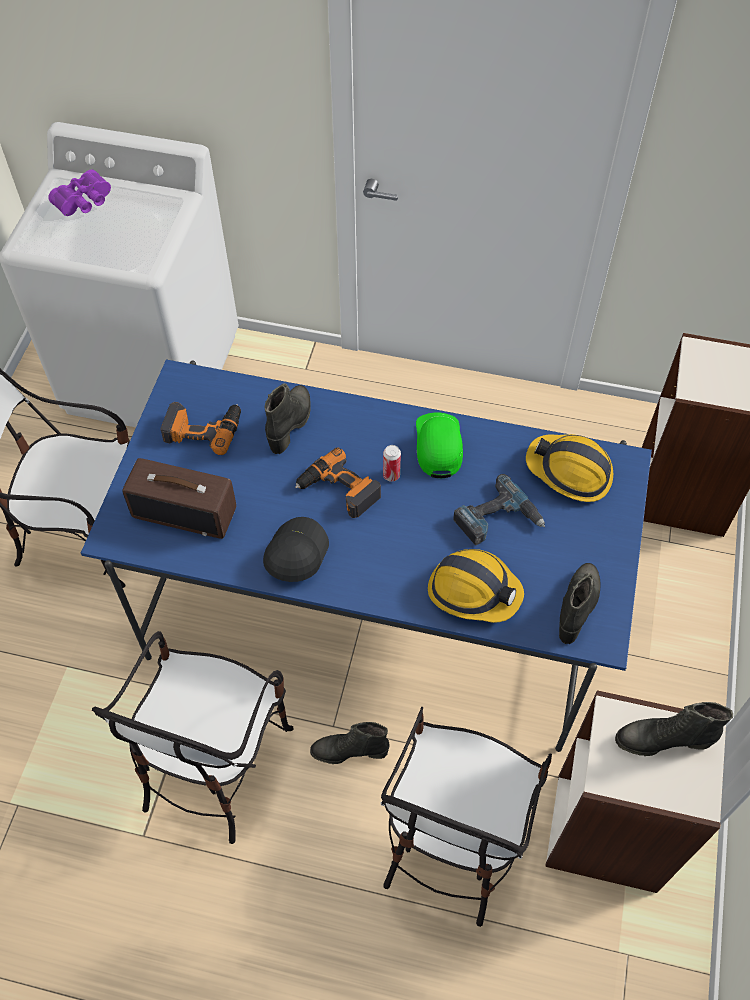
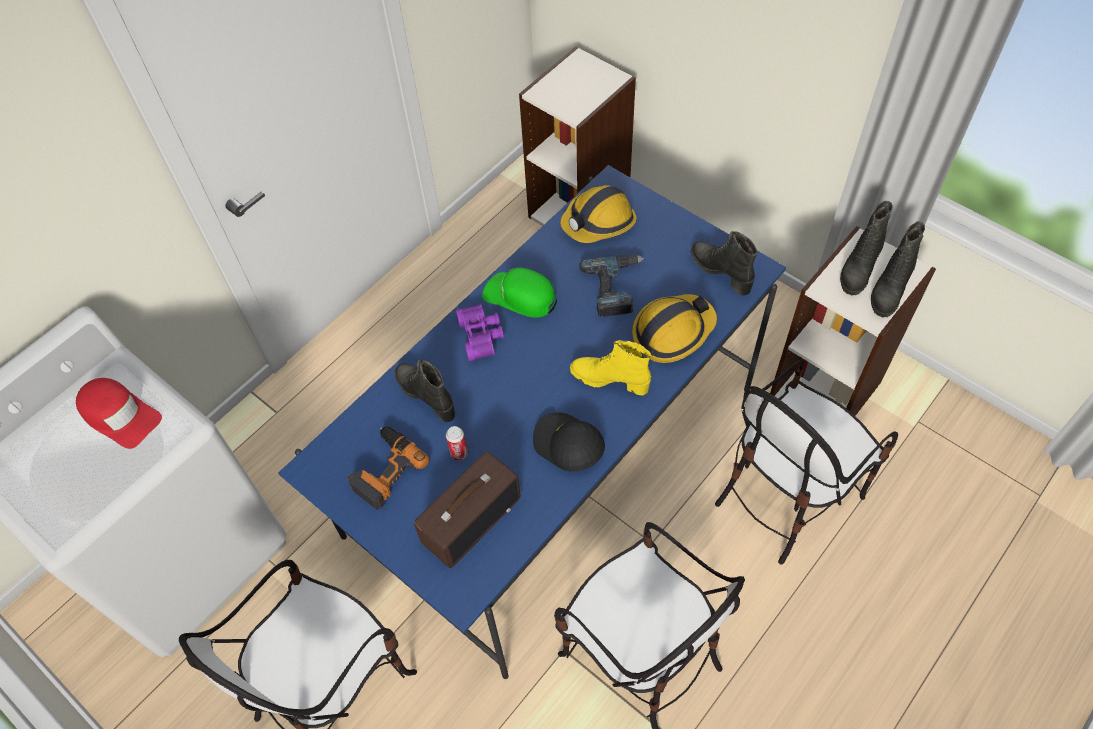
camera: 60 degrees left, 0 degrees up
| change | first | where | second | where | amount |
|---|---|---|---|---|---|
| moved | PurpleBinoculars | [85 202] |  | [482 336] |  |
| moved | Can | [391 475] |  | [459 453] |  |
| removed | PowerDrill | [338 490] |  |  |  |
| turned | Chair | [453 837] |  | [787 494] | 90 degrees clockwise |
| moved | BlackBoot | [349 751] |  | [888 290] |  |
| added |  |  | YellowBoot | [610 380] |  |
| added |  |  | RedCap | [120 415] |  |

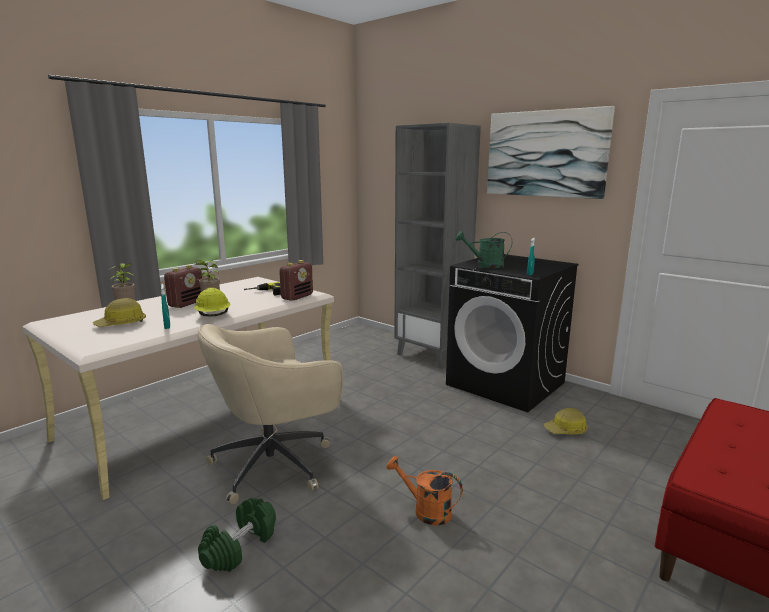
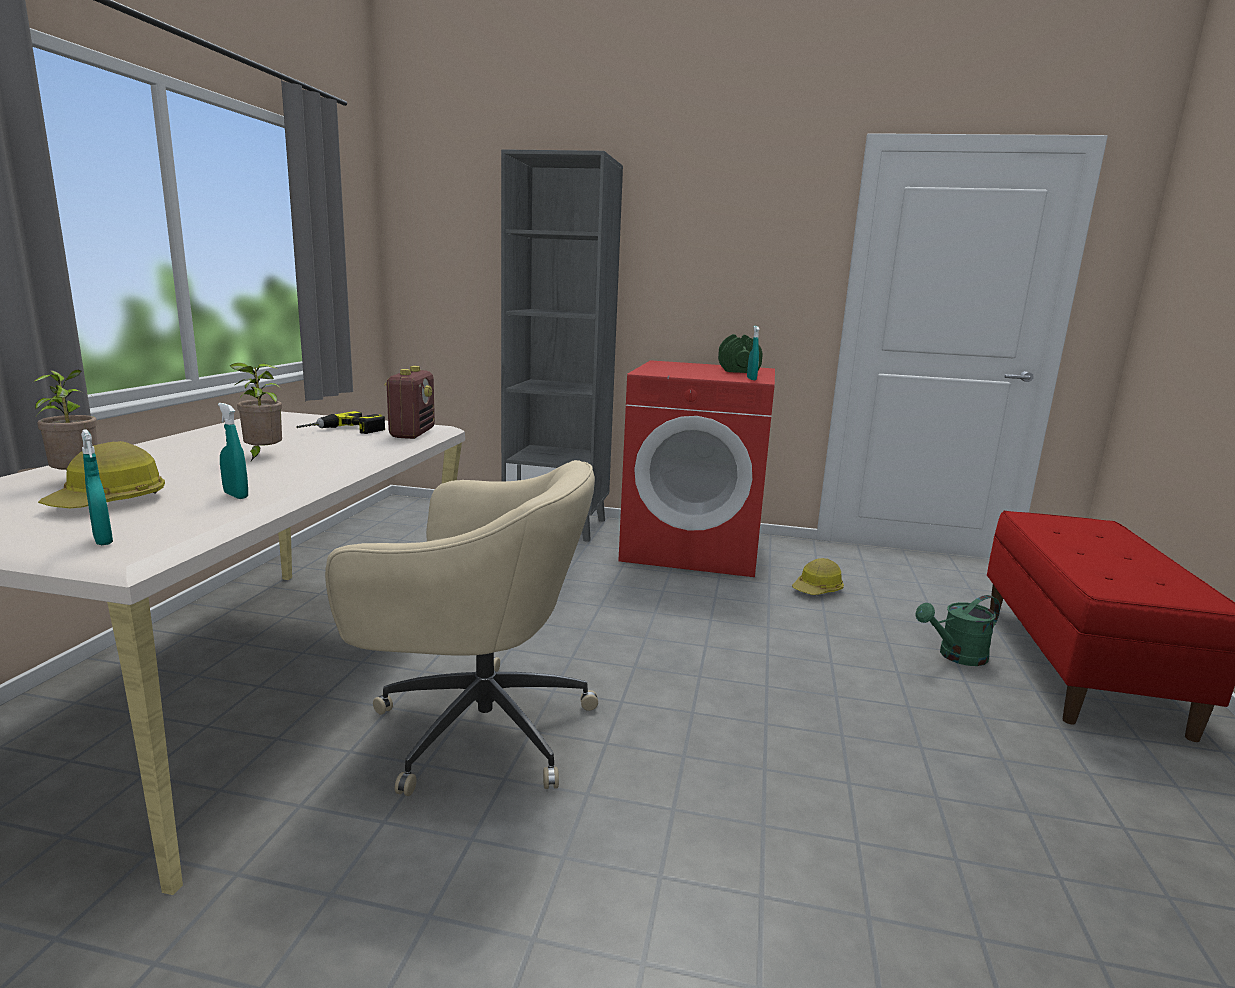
camera: 30 degrees left, 0 degrees up
| change | first | where | second | where | amount |
|---|---|---|---|---|---|
| removed | Picture | [545 154] |  |  |  |
| moved | GreenWateringCan | [485 265] |  | [956 656] |  |
| recoloured | BlackWashingMachine | [506 384] | RedWashingMachine | [693 548] |  |
| removed | Radio | [186 304] |  |  |  |
| removed | YellowHardHat | [213 316] |  |  |  |
| turned | BeigeOfficeChair | [275 463] |  | [477 727] | 105 degrees counterclockwise |
| removed | OrangeWateringCan | [426 510] |  |  |  |
| moved | GreenDumbbell | [240 546] |  | [738 369] |  |
| added |  |  | TurquoiseSprayBottle | [103 540] |  |

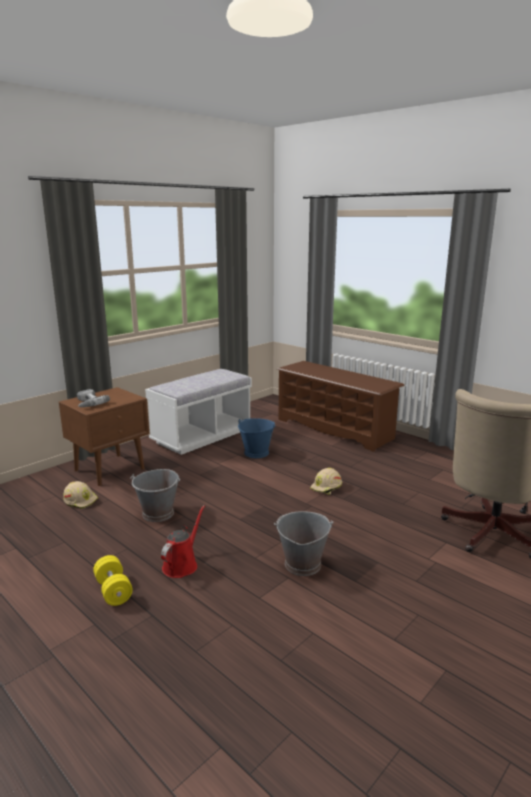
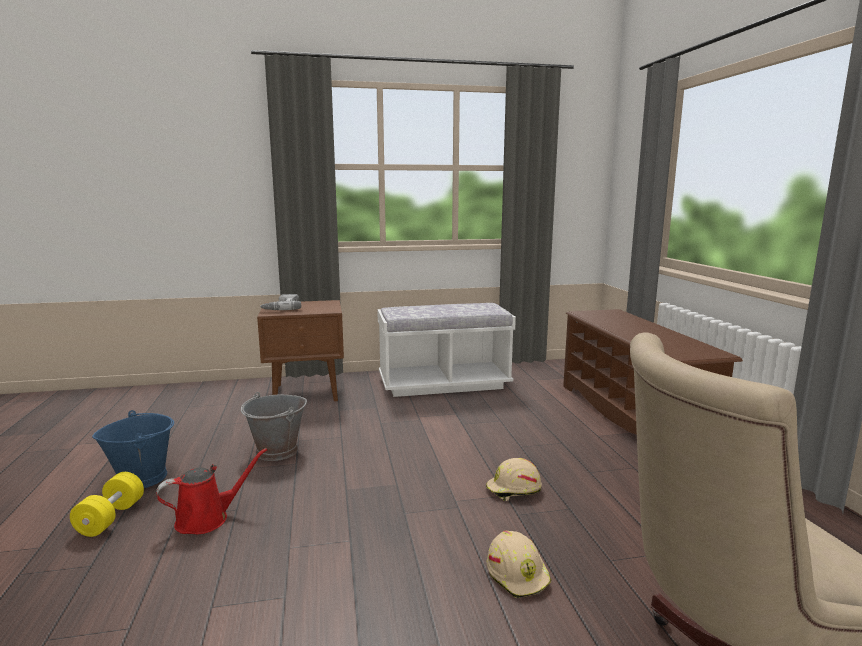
camera: 35 degrees right, 5 degrees down
| change | first | where | second | where | amount |
|---|---|---|---|---|---|
| moved | BlueBucket | [256 453] |  | [143 477] |  |
| moved | BeigeHardHat | [81 500] |  | [518 573] |  |
| removed | GreyBucket | [302 564] |  |  |  |

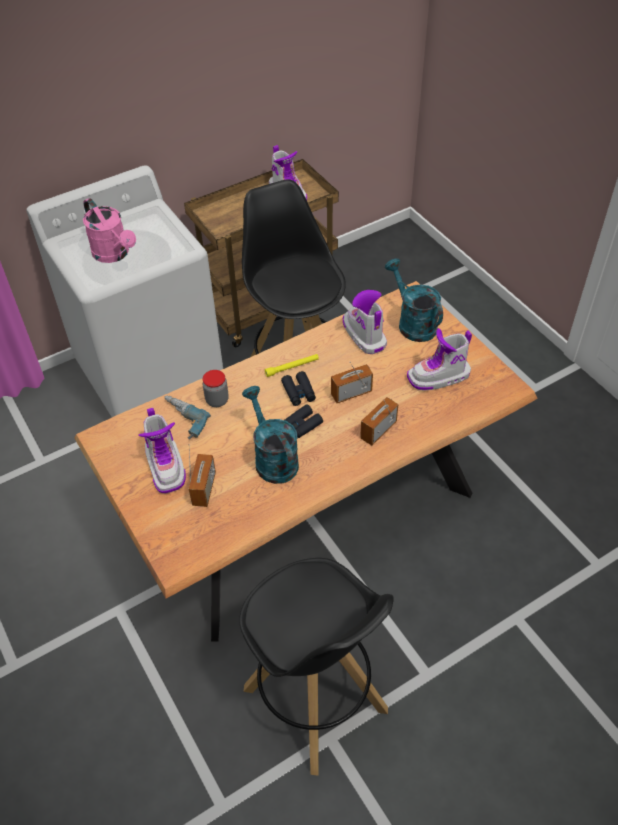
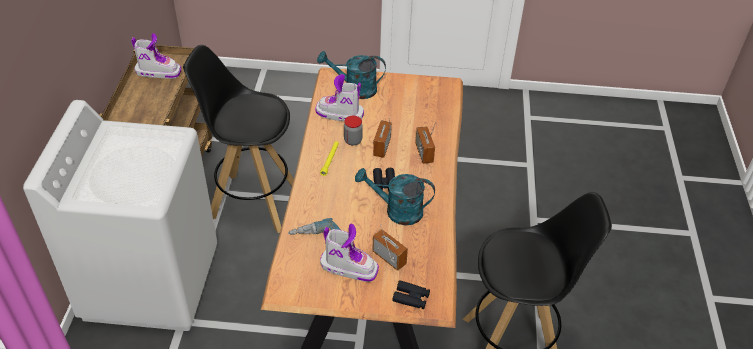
camera: 55 degrees left, 5 degrees down
| change | first | where | second | where | amount |
|---|---|---|---|---|---|
| removed | PinkWateringCan | [114 254] |  |  |  |
| removed | Boot | [439 377] |  |  |  |
| moved | Jar | [217 400] |  | [353 140] |  |
| moved | BlackBinoculars | [299 392] |  | [411 298] |  |

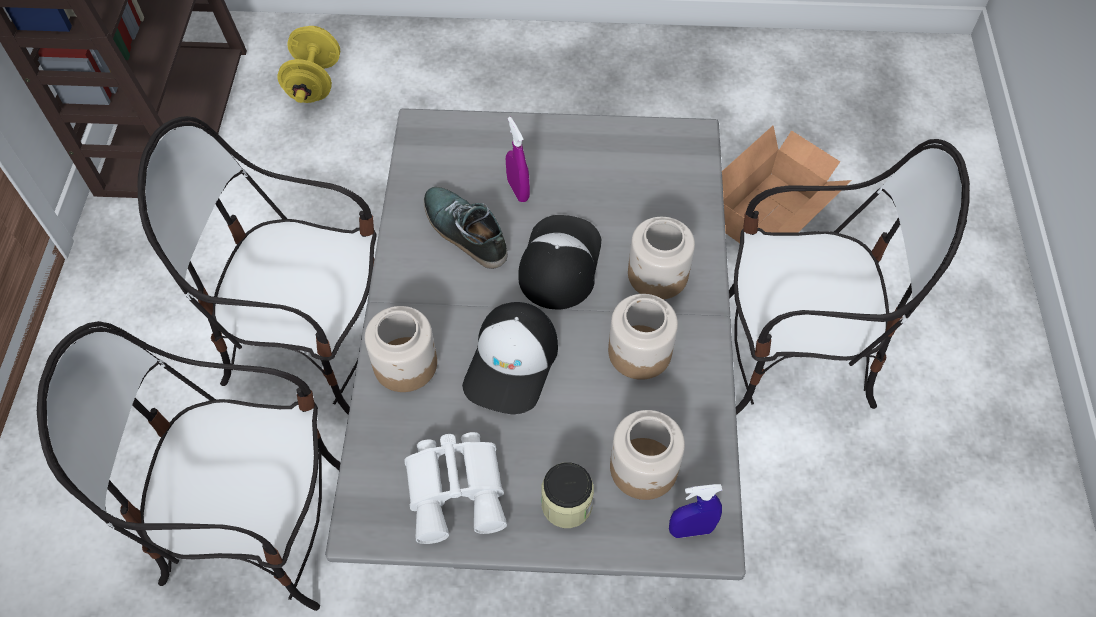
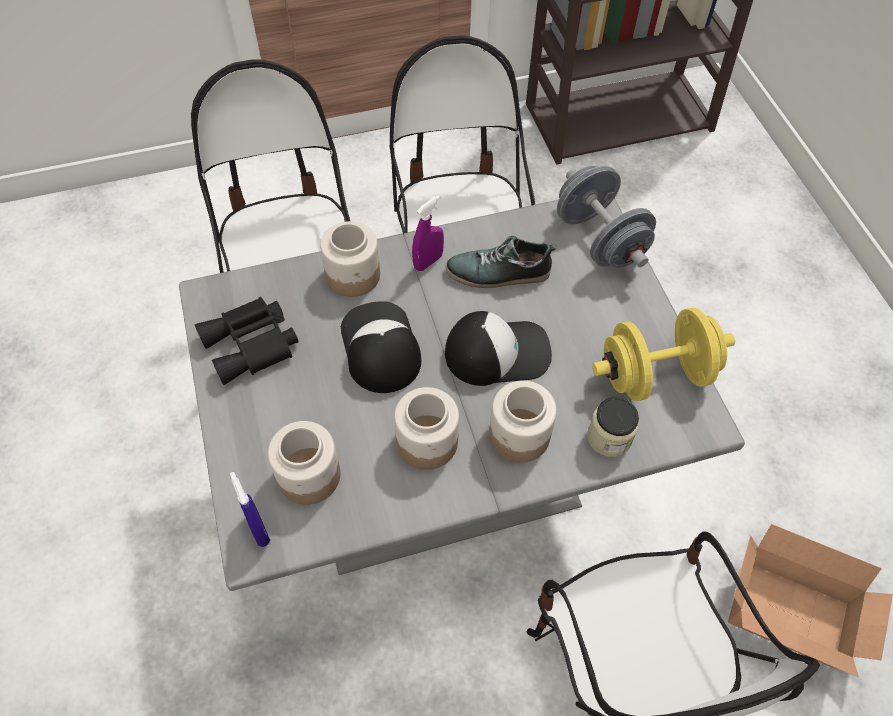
camera: 70 degrees right, 0 degrees up
| change | first | where | second | where | amount |
|---|---|---|---|---|---|
| moved | YellowDumbbell | [314 83] |  | [655 374] |  |
| moved | PurpleSprayBottle | [518 190] |  | [428 262] |  |
| turned | Shoe | [464 232] |  | [498 273] | 120 degrees counterclockwise |
| turned | Cap | [512 363] |  | [379 347] | 75 degrees clockwise |
| recoloured | WhiteBinoculars | [458 489] | BlackBinoculars | [252 345] |  |
| moved | Jar | [566 504] |  | [609 437] |  |
| added |  |  | GreyDumbbell | [599 239] |  |

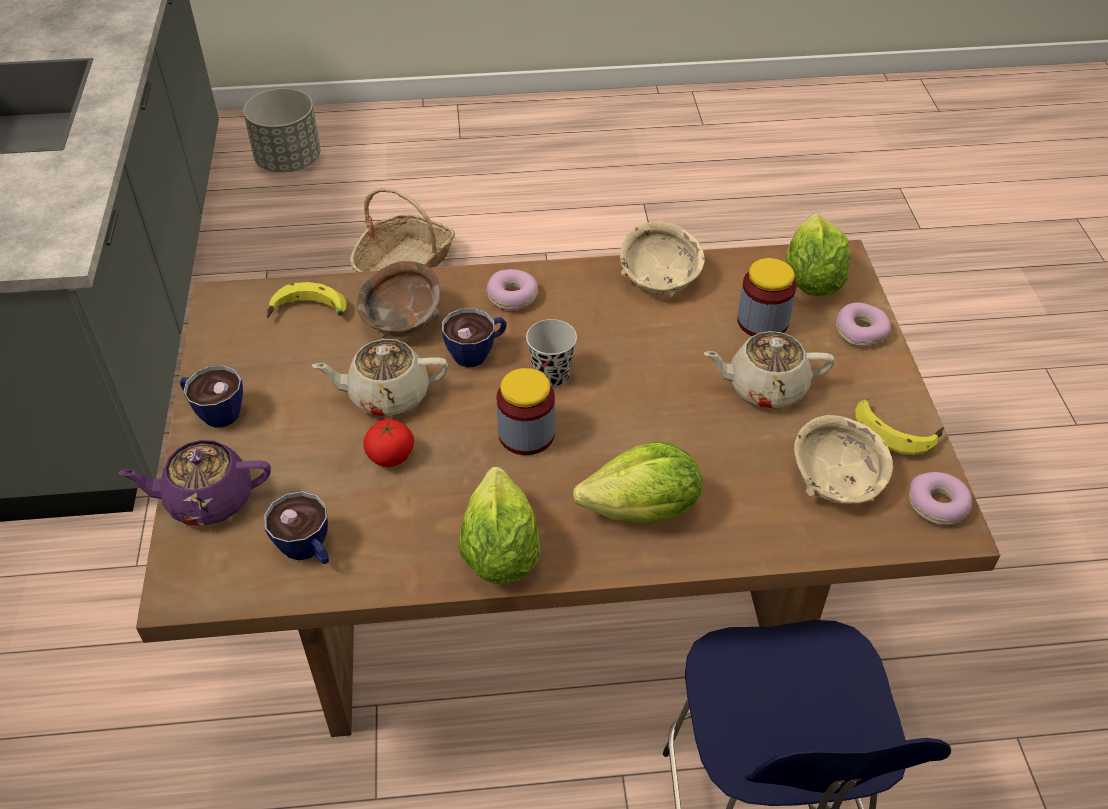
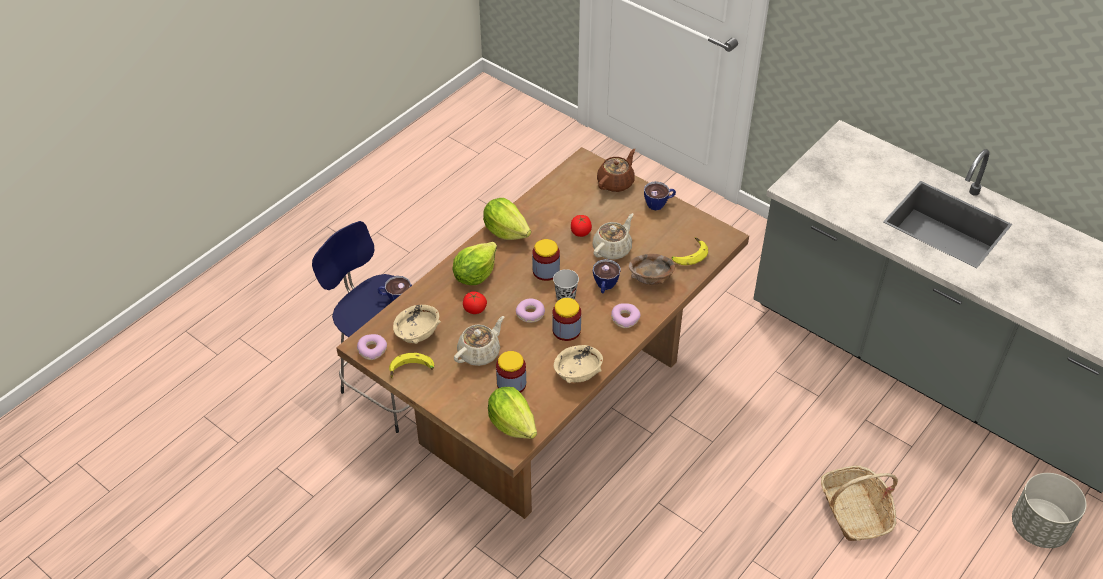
camera: 135 degrees right, 0 degrees up
| change | first | where | second | where | amount |
|---|---|---|---|---|---|
| moved | Donut | [860 331] |  | [530 314] |  |
| recoloured | PurpleTeapot | [208 499] | BrownTeapot | [616 182] |  |
| moved | Cup | [308 551] |  | [395 298] |  |
| added |  |  | Tomato | [475 309] |  |
| added |  |  | Jar | [566 330] |  |

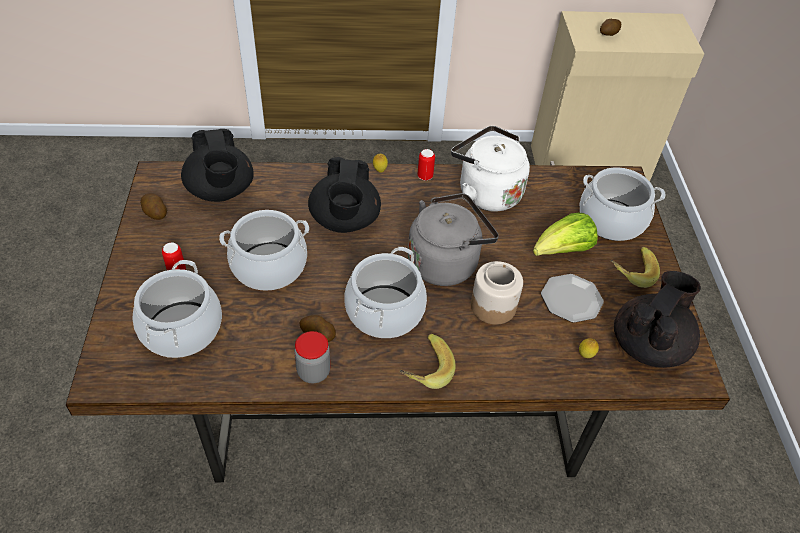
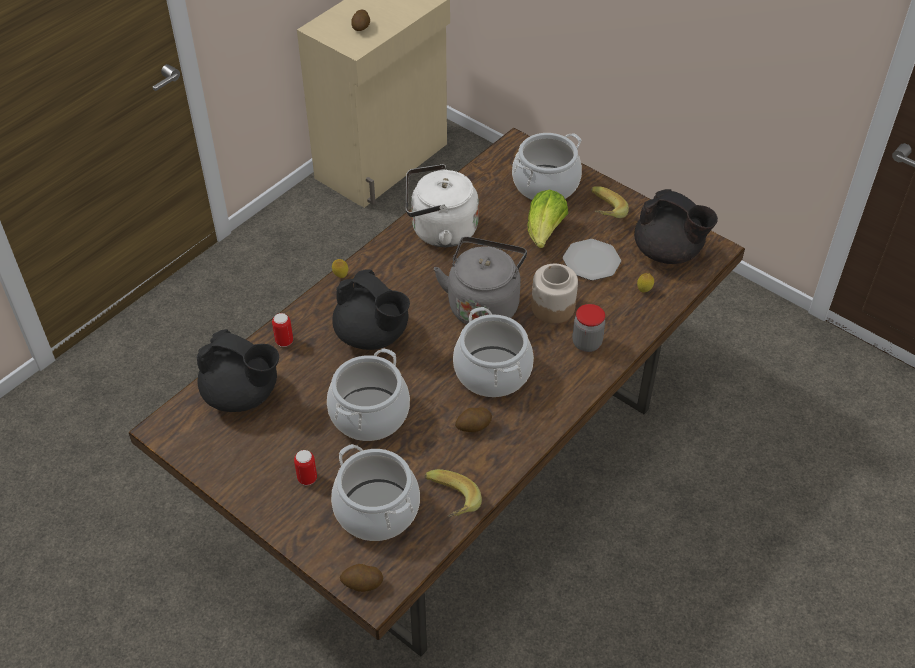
camera: 45 degrees left, 0 degrees up
| change | first | where | second | where | amount |
|---|---|---|---|---|---|
| moved | Can | [425 176] |  | [284 341] |  |
| moved | Potato | [155 213] |  | [362 584] |  |
| turned | BlackTeapot | [648 345] |  | [668 252] | 135 degrees clockwise |
| moved | Jar | [313 372] |  | [587 343] |  |
| moved | Banana | [423 370] |  | [448 505] |  |

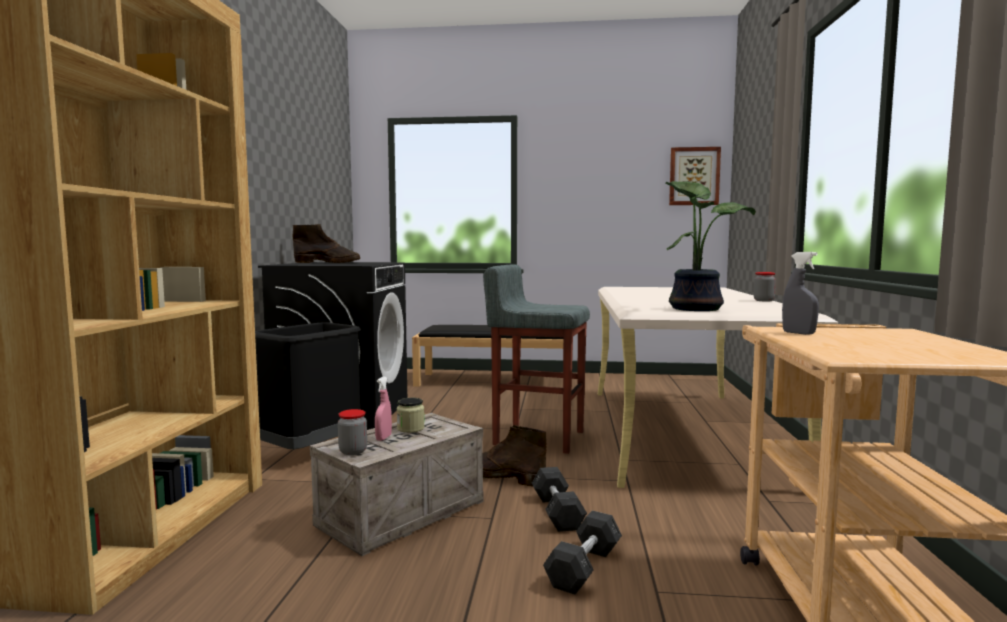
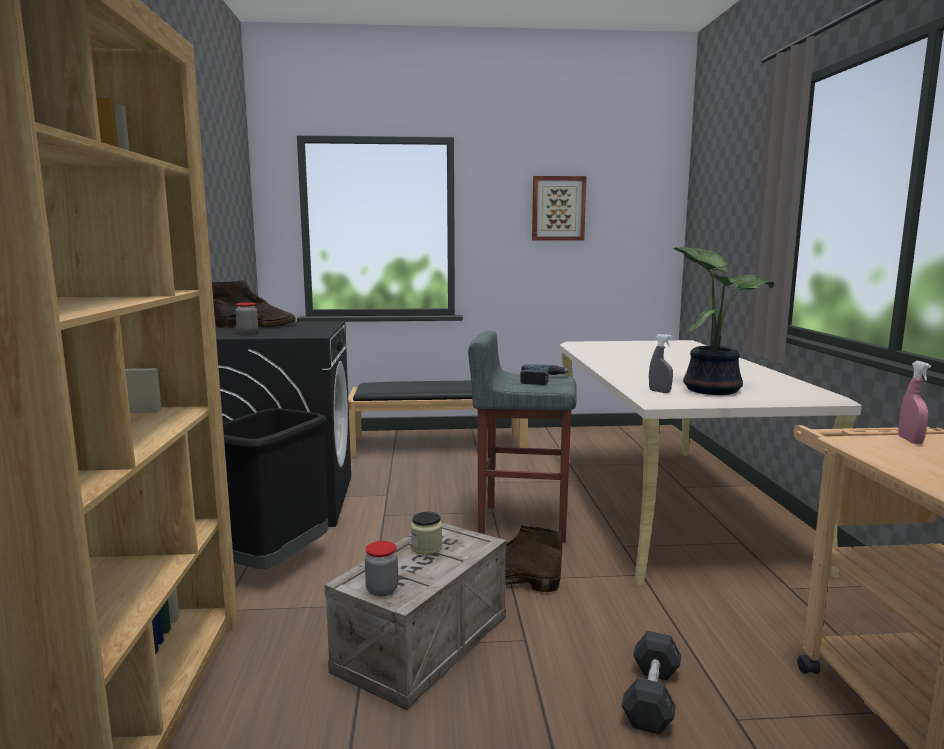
camera: 10 degrees left, 5 degrees up
| change | first | where | second | where | amount |
|---|---|---|---|---|---|
| moved | Picture | [694 176] |  | [558 208] |  |
| moved | GreySprayBottle | [798 333] |  | [659 391] |  |
| moved | Jar | [763 300] |  | [247 333] |  |
| moved | PinkSprayBottle | [383 438] |  | [910 440] |  |
| removed | GreyDumbbell | [557 512] |  |  |  |
| added |  |  | PowerDrill | [542 379] |  |

